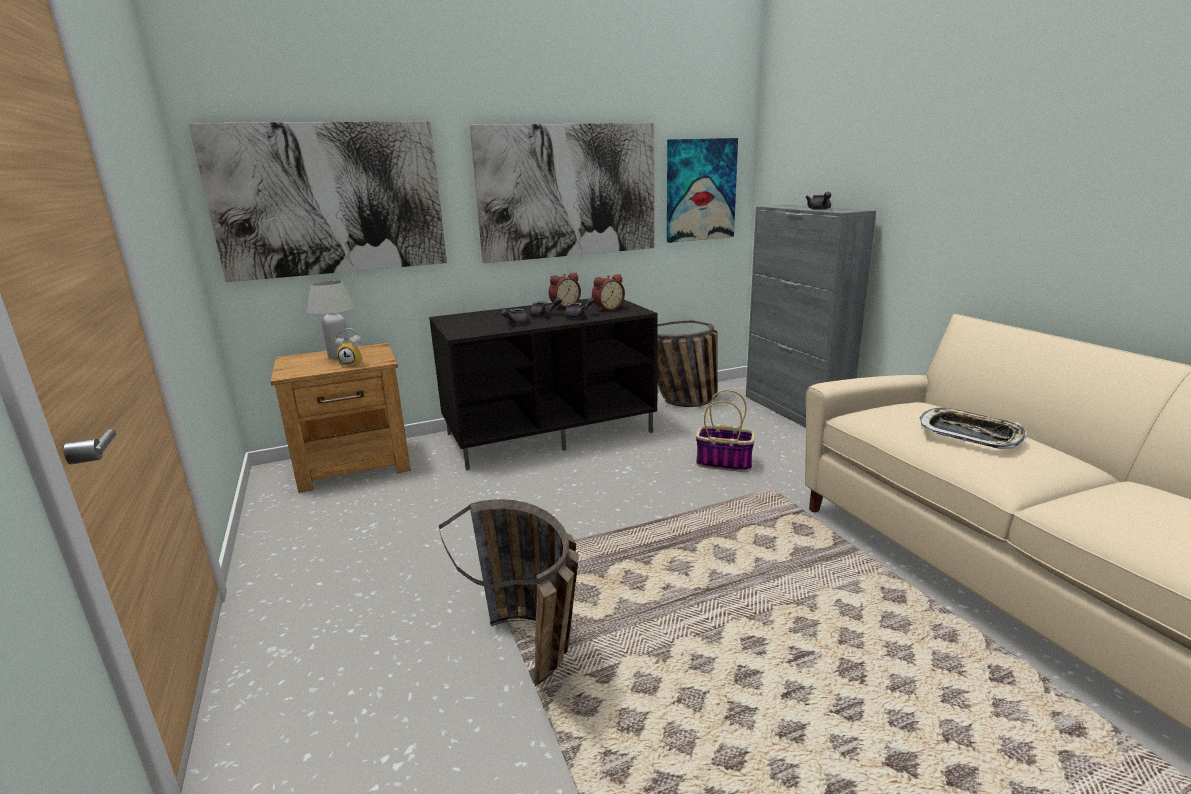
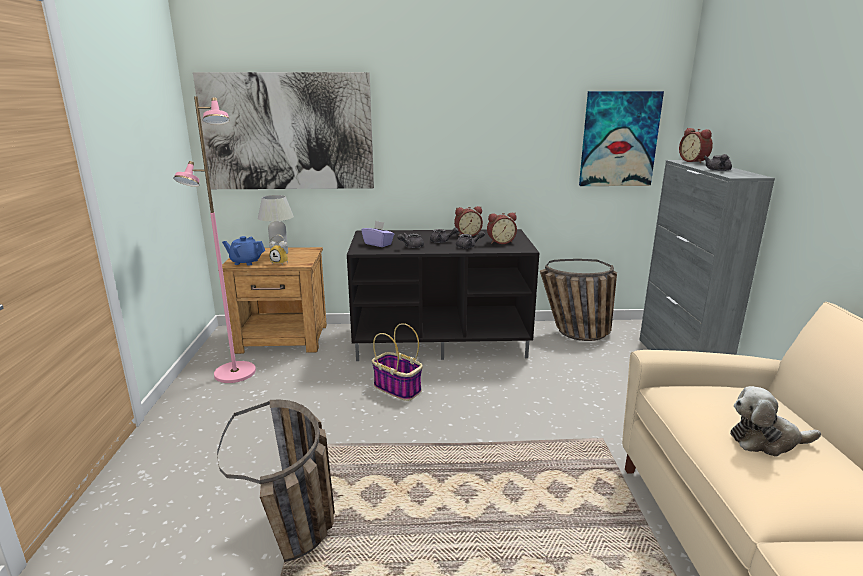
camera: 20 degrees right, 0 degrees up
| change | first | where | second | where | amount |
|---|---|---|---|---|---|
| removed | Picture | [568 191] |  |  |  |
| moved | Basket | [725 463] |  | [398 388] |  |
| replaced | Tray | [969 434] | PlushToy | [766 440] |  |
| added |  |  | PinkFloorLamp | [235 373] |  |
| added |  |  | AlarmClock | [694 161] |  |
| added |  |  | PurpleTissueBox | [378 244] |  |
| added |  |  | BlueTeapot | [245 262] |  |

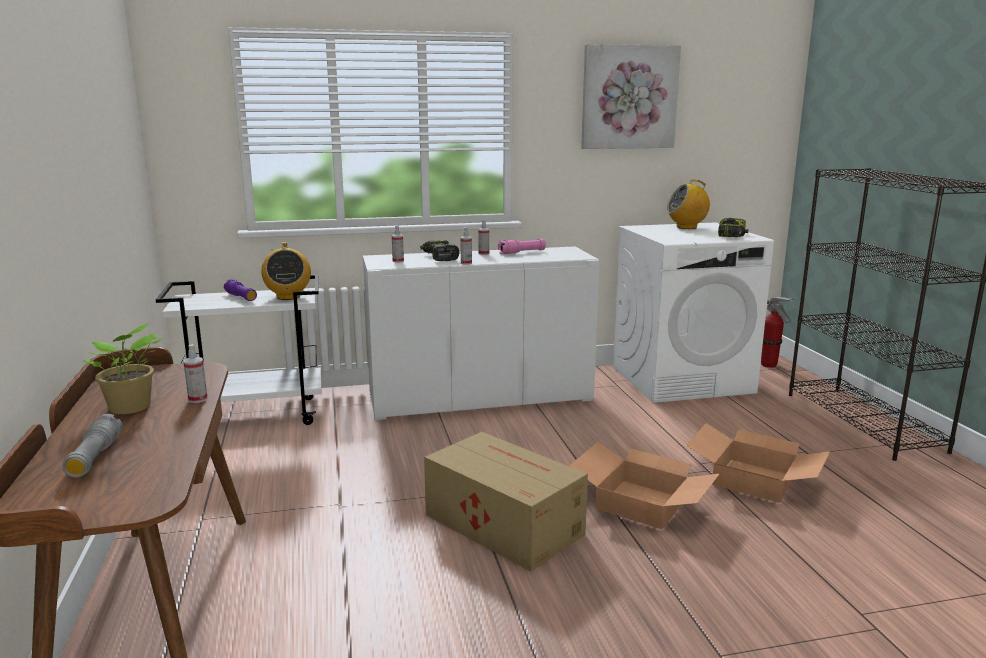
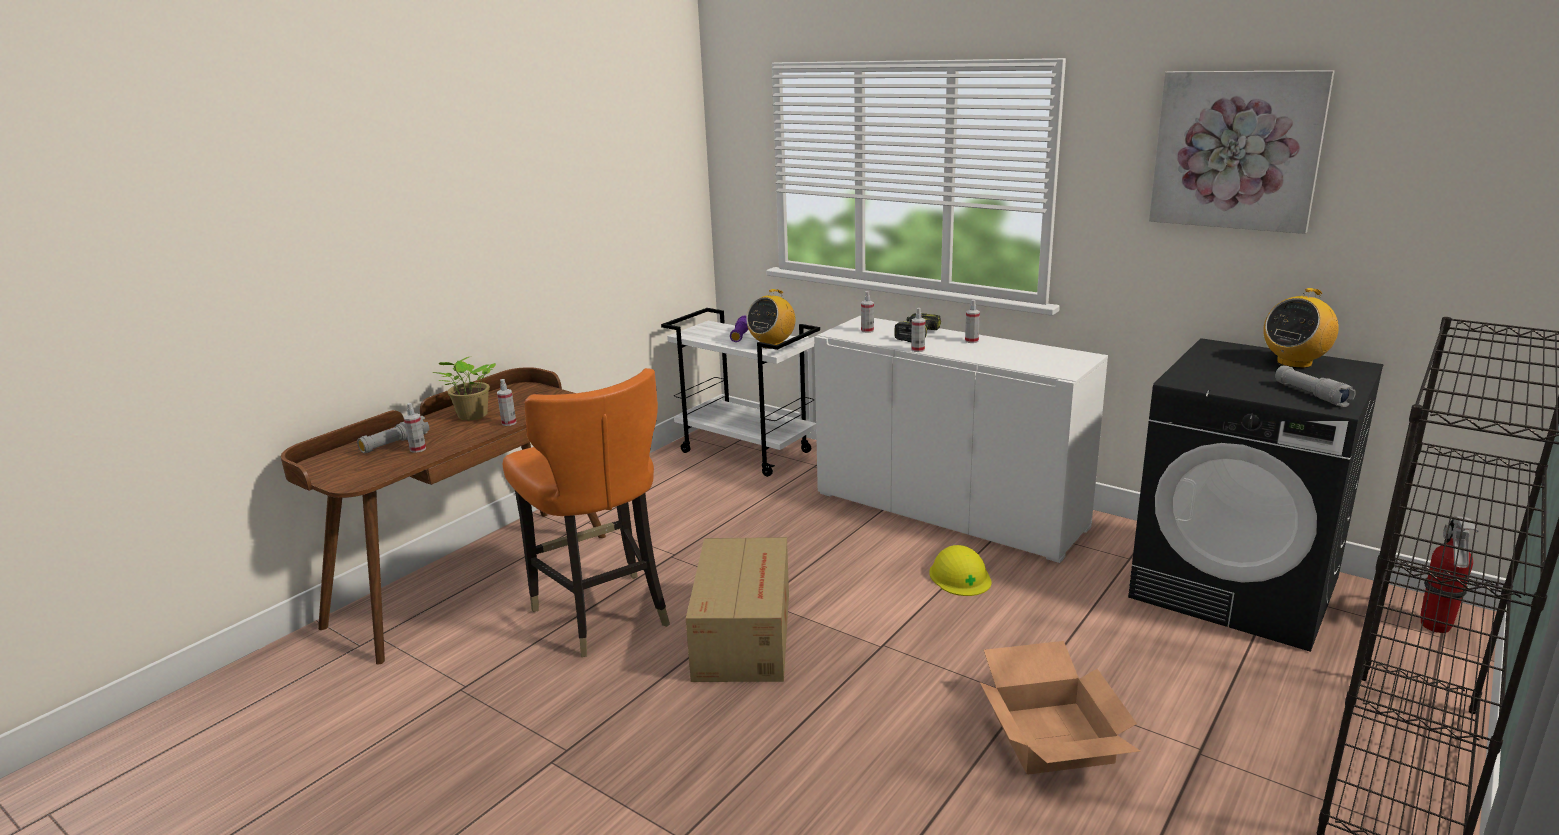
camera: 50 degrees right, 5 degrees up
| change | first | where | second | where | amount |
|---|---|---|---|---|---|
| turned | Radio | [687 227] |  | [1294 363] | 75 degrees counterclockwise |
| replaced | PowerDrill | [732 236] | GreyFlashlight | [1311 395] |  |
| recoloured | WhiteWashingMachine | [682 379] | BlackWashingMachine | [1236 587] |  |
| removed | PinkFlashlight | [522 252] |  |  |  |
| removed | CardboardBox | [642 503] |  |  |  |
| added |  |  | OrangeChair | [602 614] |  |
| added |  |  | SprayBottle | [418 449] |  |
| added |  |  | YellowHardHat | [960 576] |  |

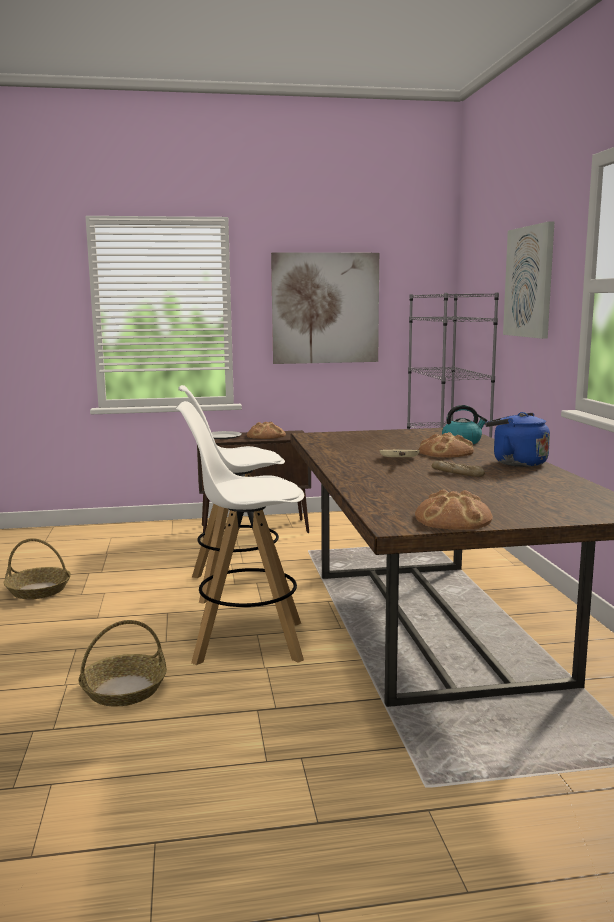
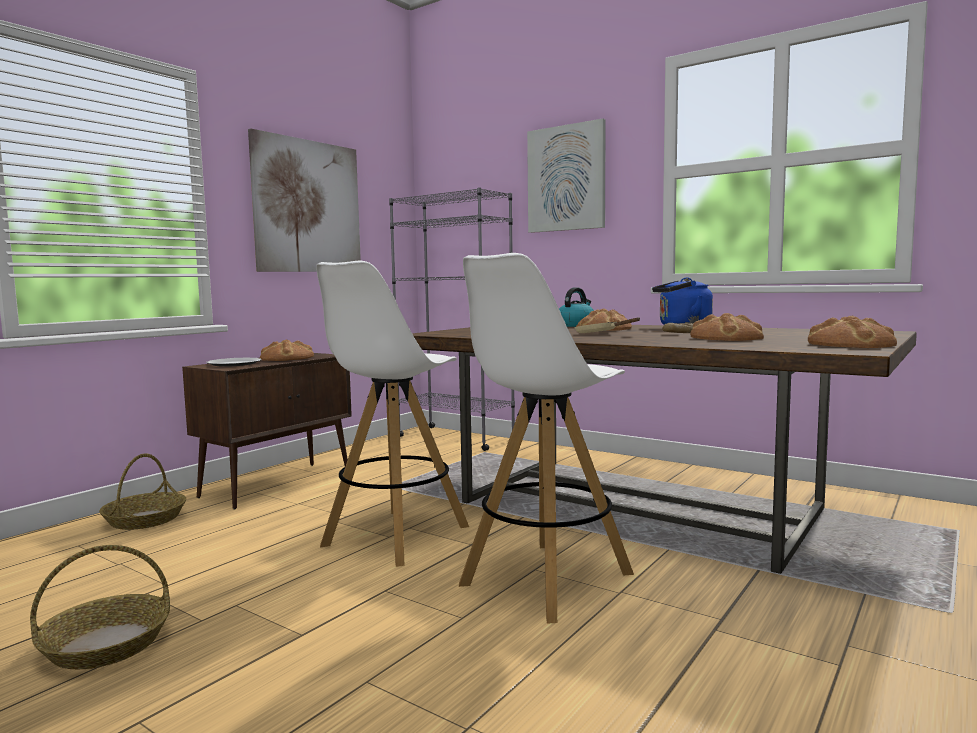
camera: 45 degrees left, 5 degrees down
| change | first | where | second | where | amount |
|---|---|---|---|---|---|
| moved | Basket | [124 689] |  | [145 519] |  |
| added |  |  | Bread | [726 338] |  |

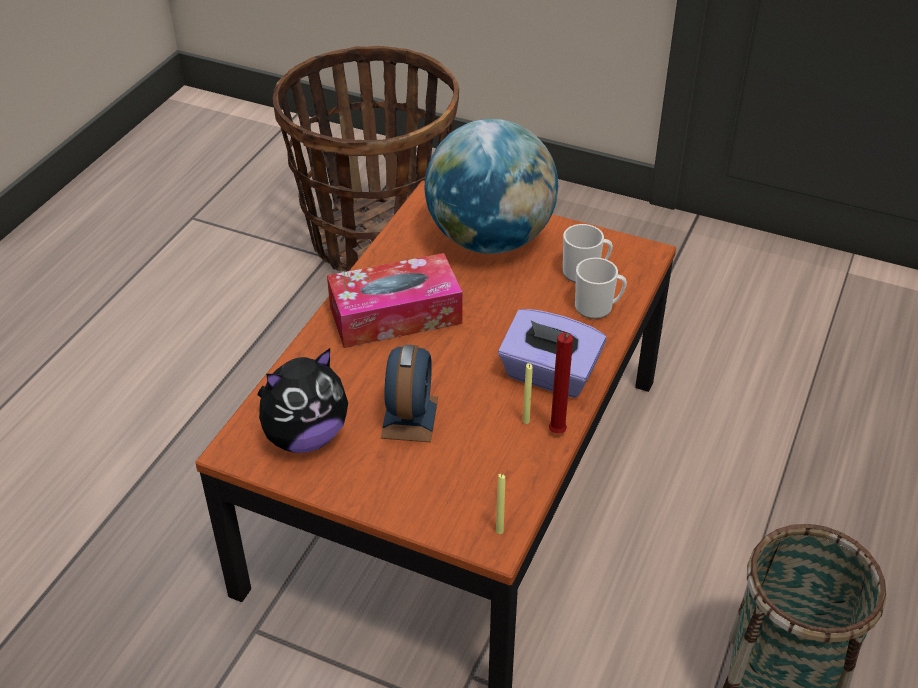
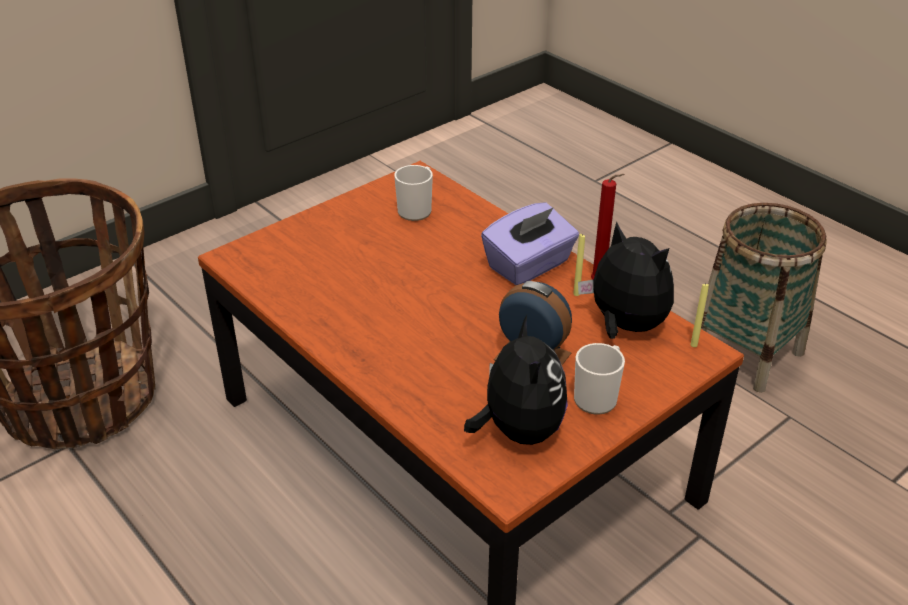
camera: 65 degrees left, 5 degrees down
| change | first | where | second | where | amount |
|---|---|---|---|---|---|
| removed | Globe | [490 240] |  |  |  |
| removed | TissueBox | [395 315] |  |  |  |
| moved | Mug | [597 308] |  | [598 397] |  |
| added |  |  | PlushToy | [624 326] |  |

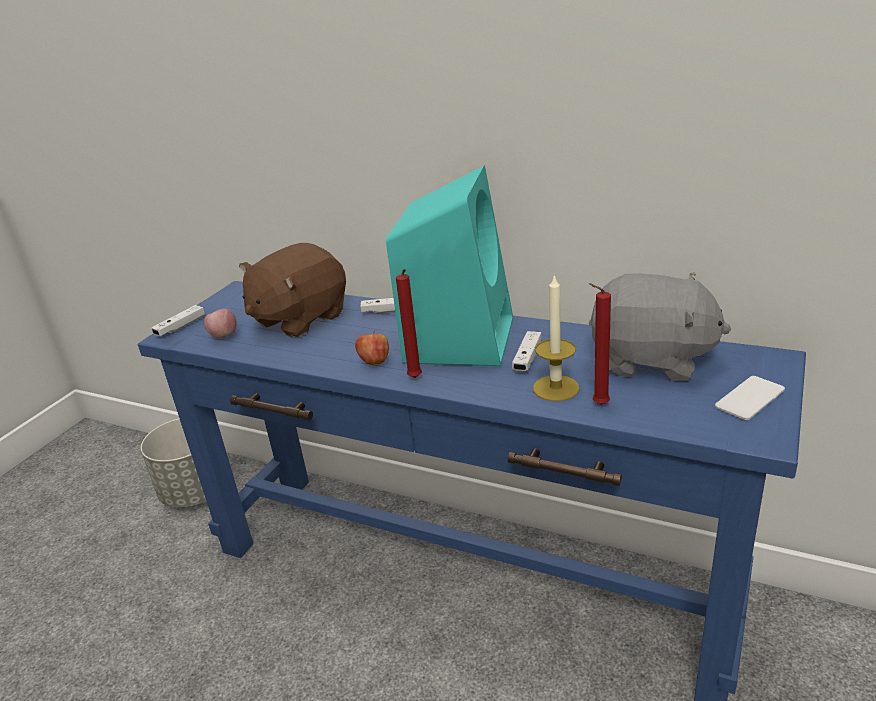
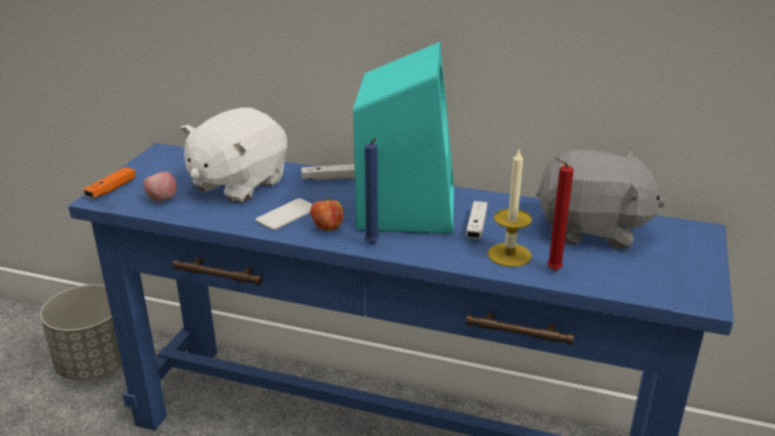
camera: 10 degrees left, 0 degrees up
| change | first | where | second | where | amount |
|---|---|---|---|---|---|
| recoloured | BrownPlushToy | [299 319] | WhitePlushToy | [237 184] |  |
| recoloured | RedCandle | [415 379] | BlueCandle | [372 245] |  |
| recoloured | WhiteGameController | [180 327] | OrangeGameController | [111 189] |  |
| moved | Phone | [749 399] |  | [287 215] |  |

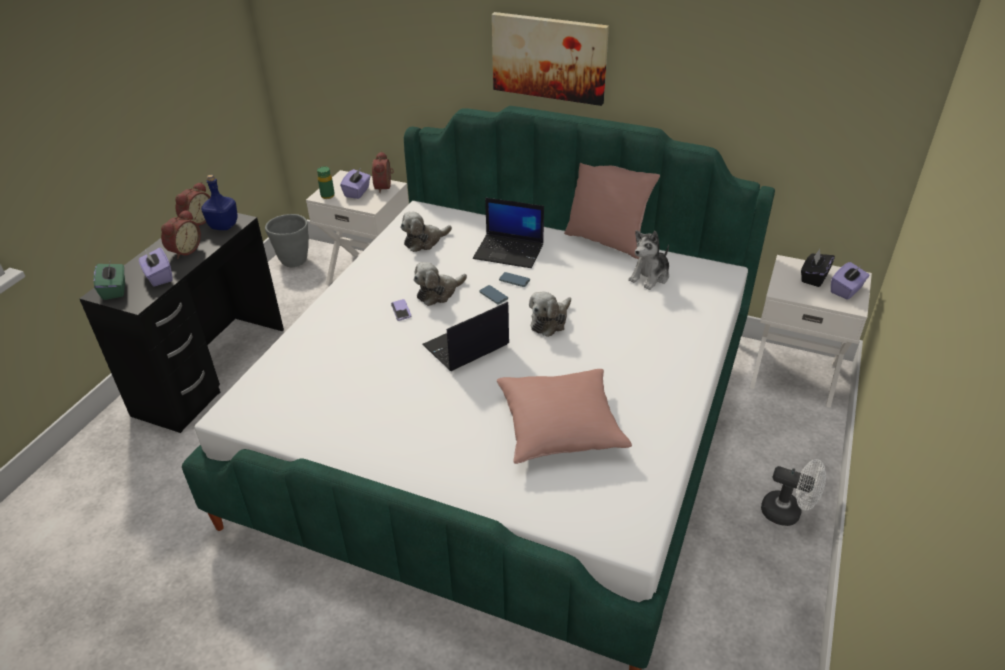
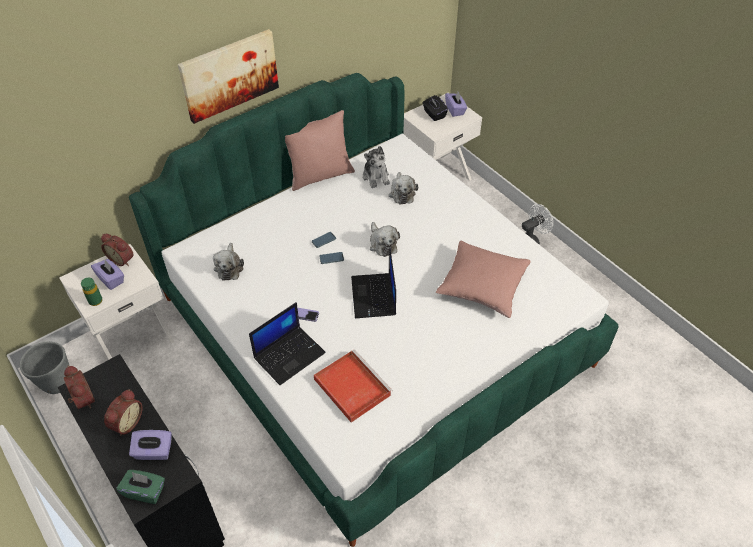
camera: 60 degrees left, 10 degrees up
| change | first | where | second | where | amount |
|---|---|---|---|---|---|
| removed | BlueBottle | [224 225] |  |  |  |
| moved | Laptop | [509 251] |  | [289 354] |  |
| turned | AlarmClock | [184 250] |  | [126 422] | 60 degrees clockwise |
| moved | PlushToy | [438 293] |  | [402 193] |  |
| added |  |  | RedTray | [351 386] |  |

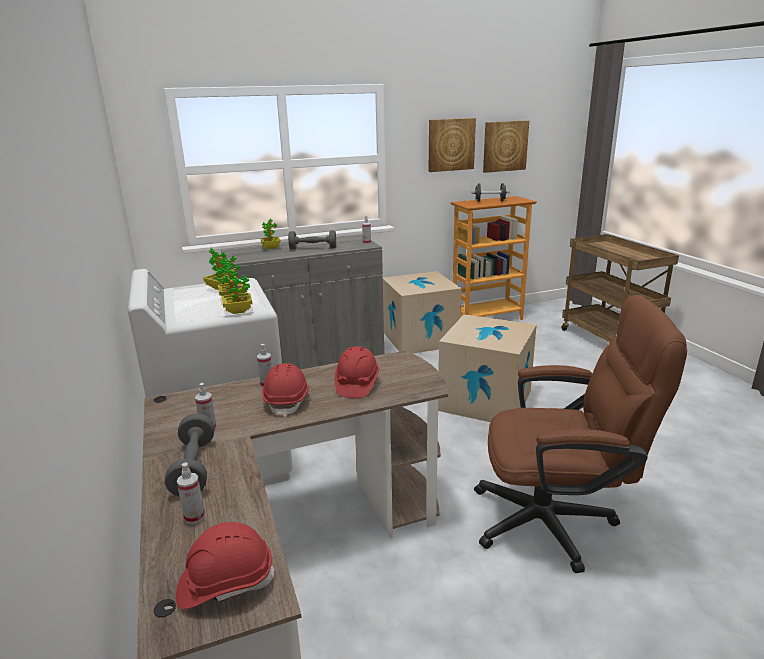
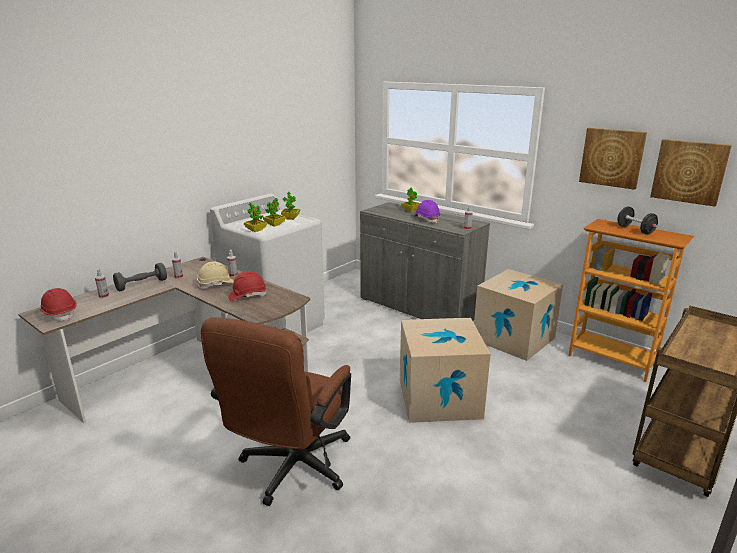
camera: 60 degrees right, 0 degrees up
| change | first | where | second | where | amount |
|---|---|---|---|---|---|
| replaced | GreyDumbbell | [313 248] | PurpleHardHat | [426 219] |  |
| turned | BrownOfficeChair | [557 521] |  | [291 470] | 45 degrees clockwise |
| recoloured | RedHardHat | [287 401] | BeigeHardHat | [216 285] |  |

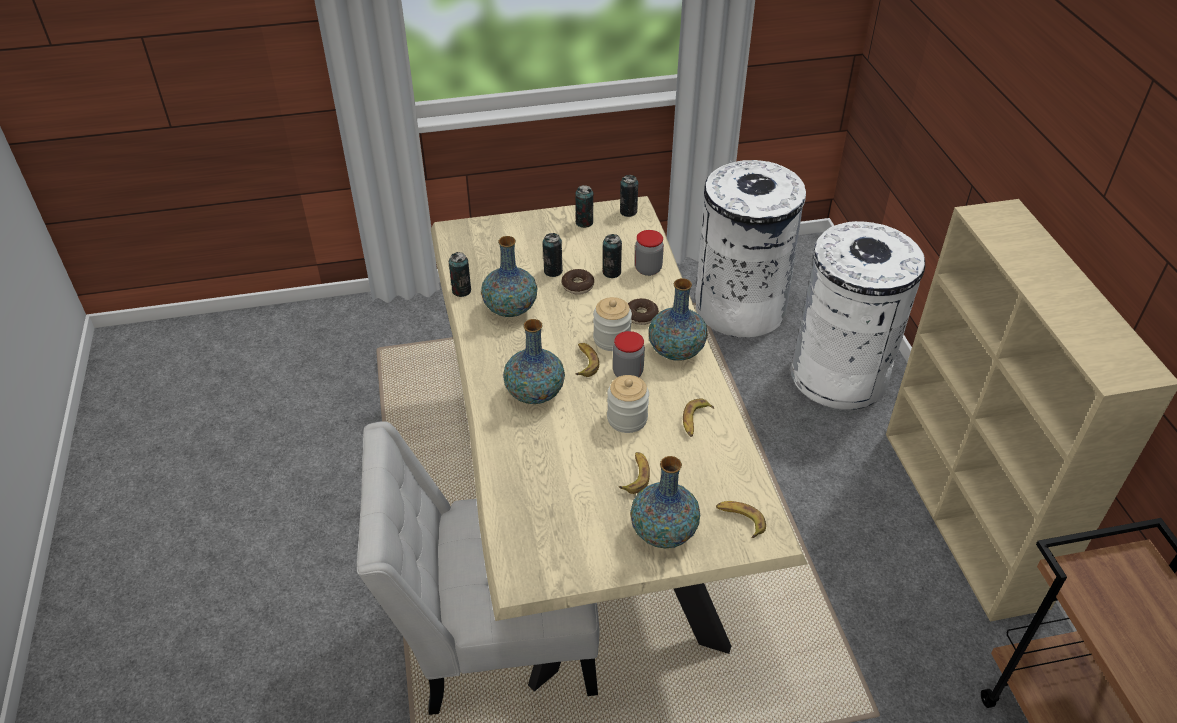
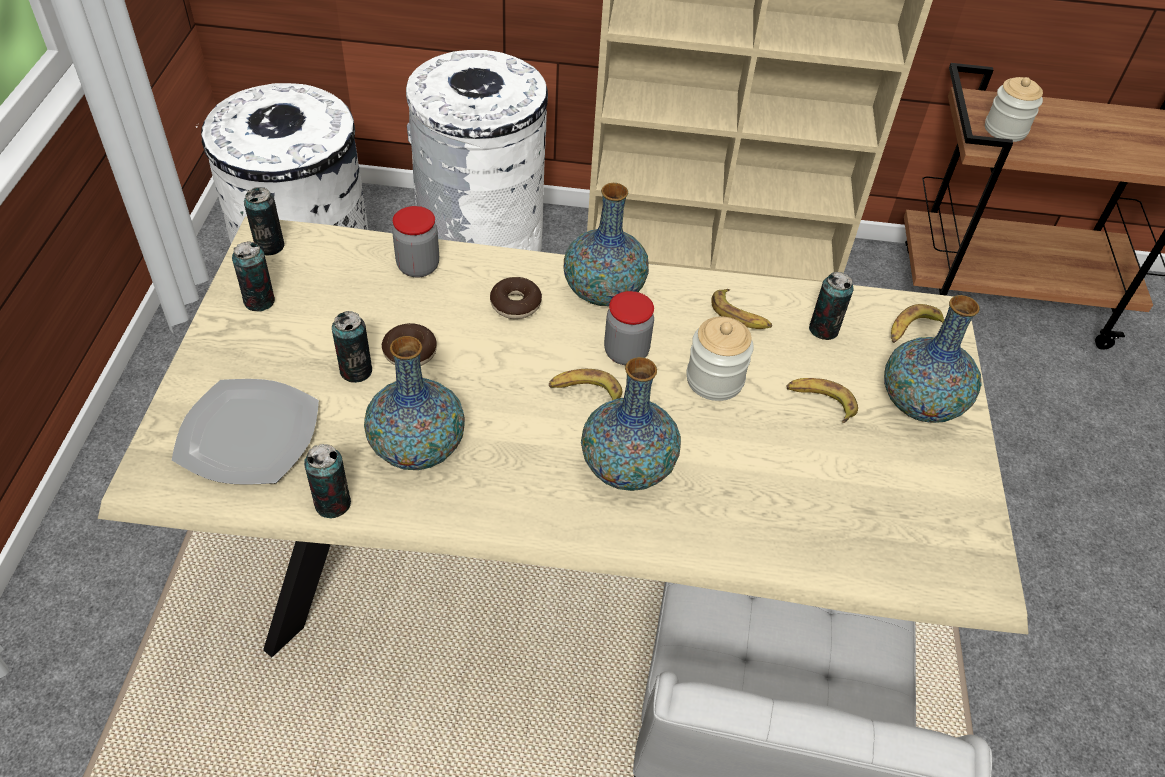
camera: 75 degrees left, 5 degrees up
| change | first | where | second | where | amount |
|---|---|---|---|---|---|
| moved | Can | [611 272] |  | [823 329] |  |
| moved | Jar | [612 339] |  | [1005 130] |  |
| added |  |  | Plate | [247 435] |  |

